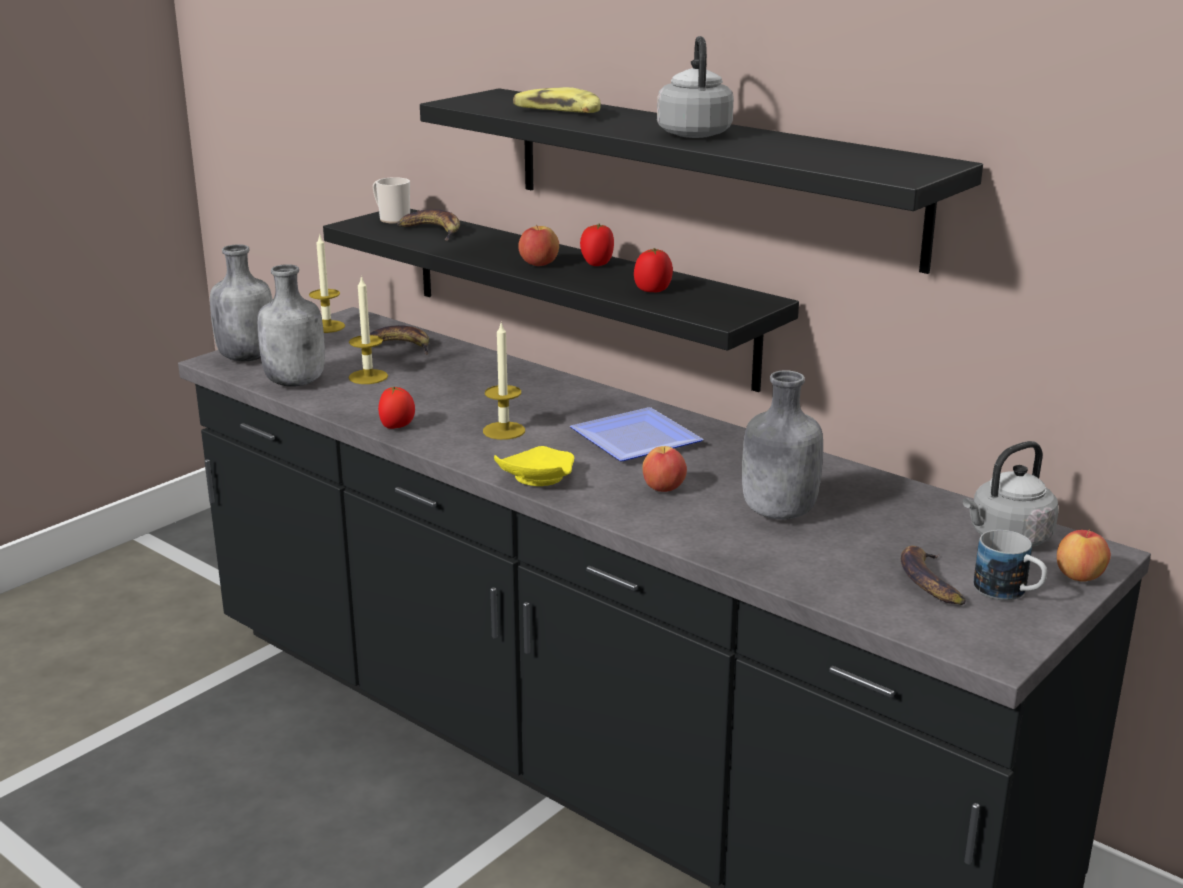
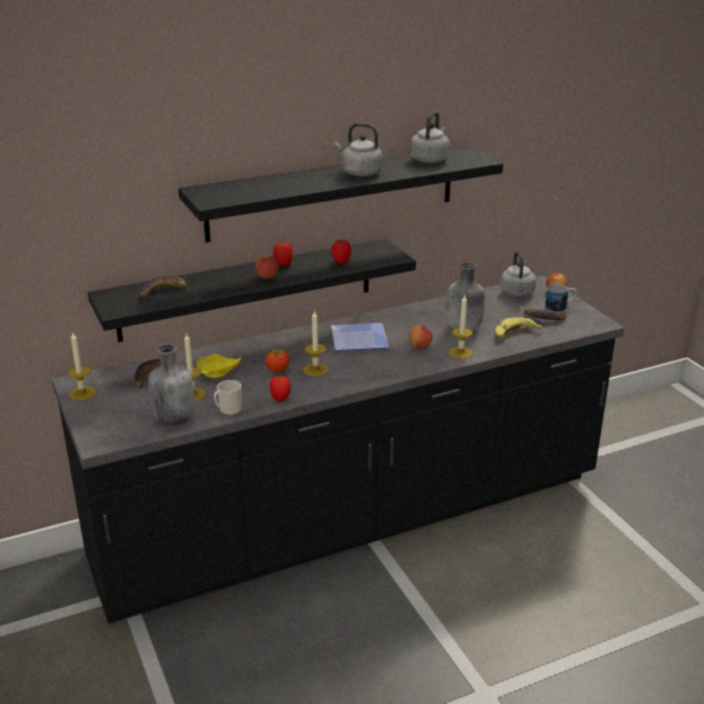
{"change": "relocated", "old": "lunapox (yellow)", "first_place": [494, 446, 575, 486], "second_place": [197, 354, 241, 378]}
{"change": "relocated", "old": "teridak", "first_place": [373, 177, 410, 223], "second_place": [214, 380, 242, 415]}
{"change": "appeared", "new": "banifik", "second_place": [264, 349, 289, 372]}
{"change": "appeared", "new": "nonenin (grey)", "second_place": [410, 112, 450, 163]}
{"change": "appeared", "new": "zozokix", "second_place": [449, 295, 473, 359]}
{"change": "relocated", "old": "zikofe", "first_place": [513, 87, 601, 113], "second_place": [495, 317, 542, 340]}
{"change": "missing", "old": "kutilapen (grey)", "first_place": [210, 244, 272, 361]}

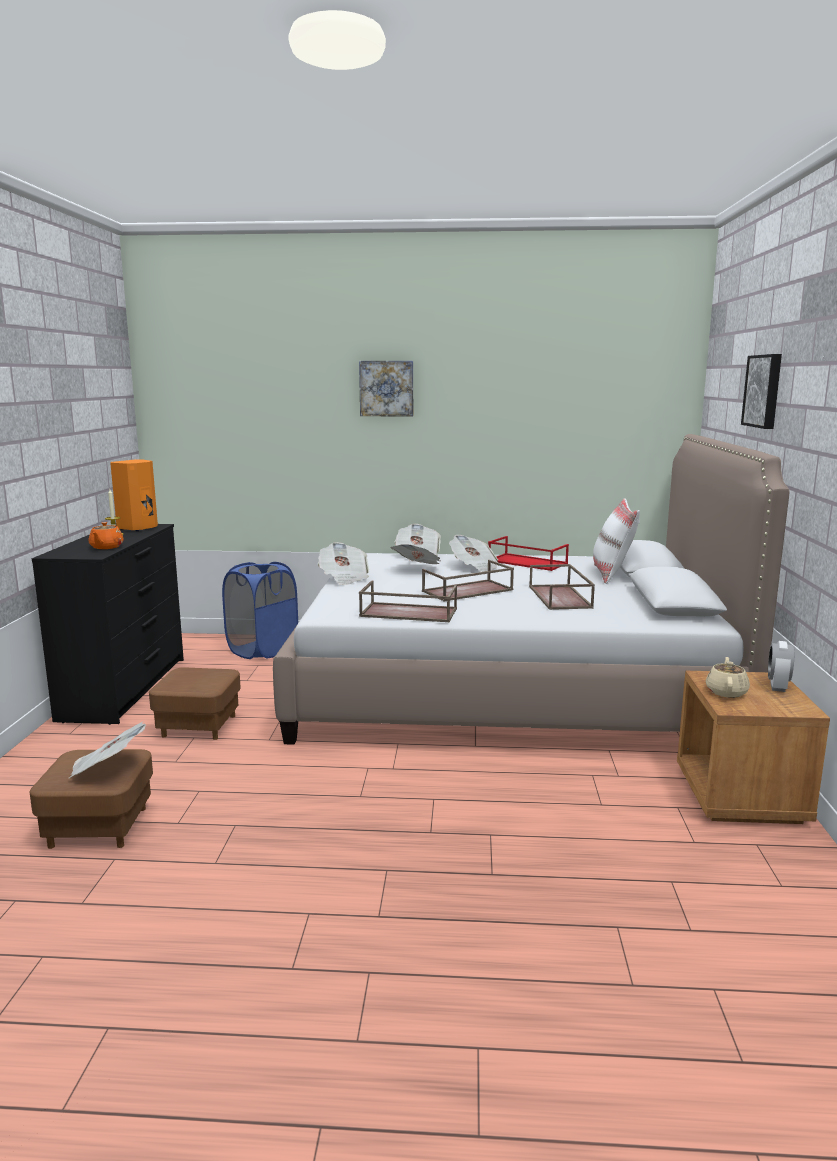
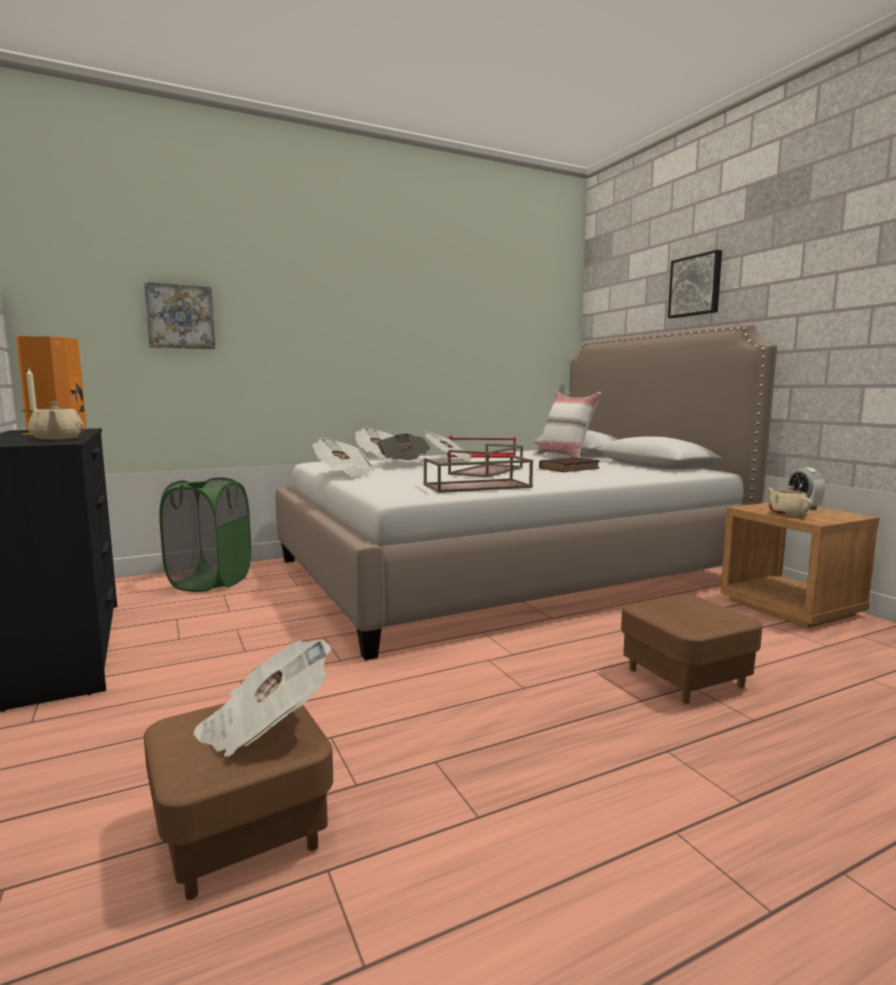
{"change": "colour", "old": "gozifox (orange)", "new": "gozifox (beige)", "first_place": [89, 522, 124, 549], "second_place": [28, 402, 84, 440]}
{"change": "relocated", "old": "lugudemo", "first_place": [359, 361, 413, 416], "second_place": [144, 282, 215, 349]}
{"change": "colour", "old": "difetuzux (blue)", "new": "difetuzux (green)", "first_place": [222, 562, 298, 659], "second_place": [159, 477, 251, 592]}
{"change": "exchanged", "old": "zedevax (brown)", "new": "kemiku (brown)", "first_place": [529, 564, 595, 610], "second_place": [539, 457, 600, 472]}
{"change": "relocated", "old": "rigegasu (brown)", "first_place": [149, 667, 241, 740], "second_place": [621, 594, 762, 704]}

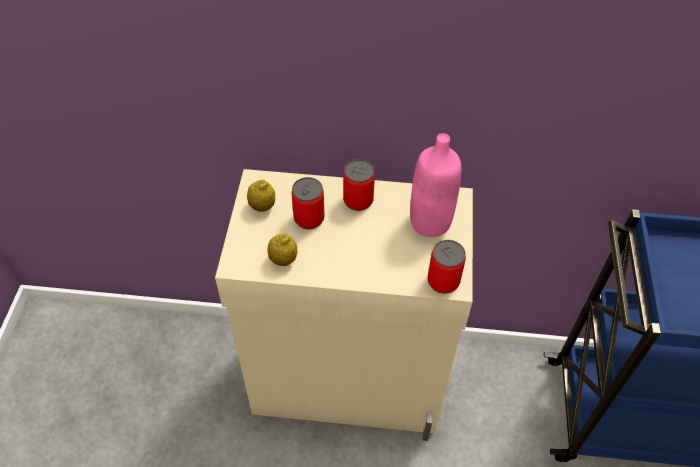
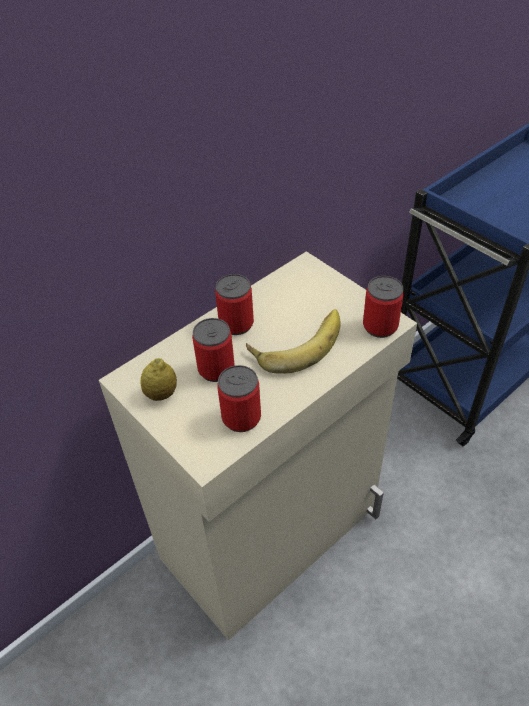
{"change": "exchanged", "old": "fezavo", "new": "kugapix", "first_place": [267, 233, 297, 266], "second_place": [218, 365, 261, 432]}
{"change": "appeared", "new": "zikofe", "second_place": [246, 309, 341, 374]}
{"change": "missing", "old": "kutilapen (pink)", "first_place": [410, 133, 461, 237]}

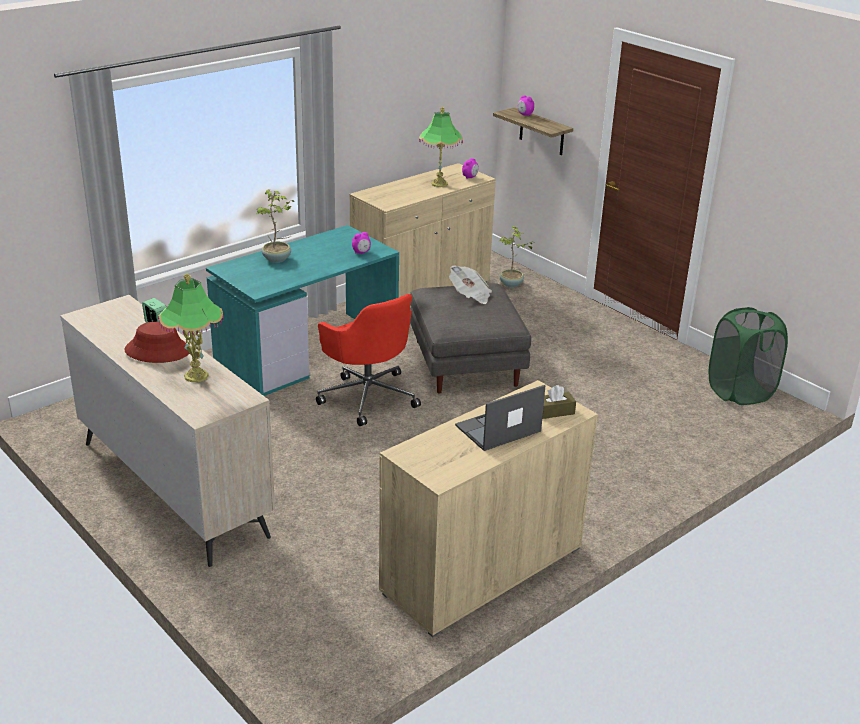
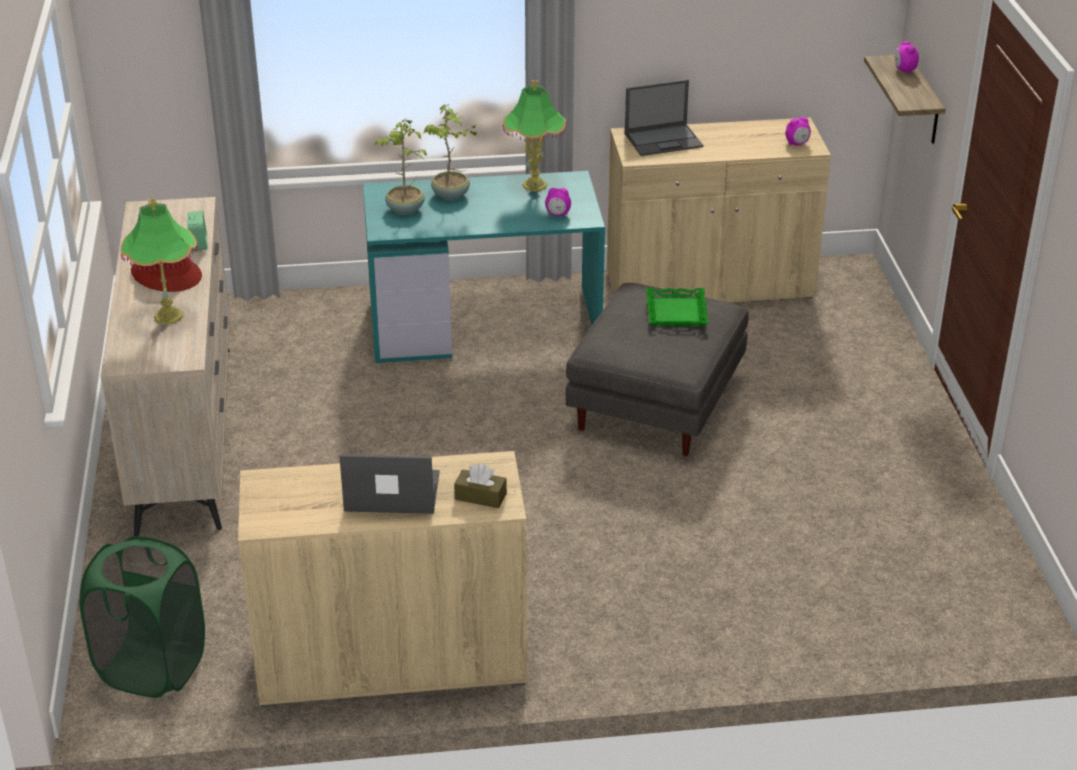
{"change": "relocated", "old": "difetuzux (green)", "first_place": [709, 307, 788, 405], "second_place": [80, 536, 205, 698]}
{"change": "relocated", "old": "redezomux", "first_place": [499, 226, 535, 287], "second_place": [374, 118, 427, 215]}
{"change": "relocated", "old": "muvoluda", "first_place": [419, 107, 463, 187], "second_place": [503, 80, 567, 192]}
{"change": "appeared", "new": "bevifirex", "second_place": [625, 80, 703, 156]}
{"change": "exchanged", "old": "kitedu", "new": "zedevax (green)", "first_place": [449, 265, 492, 304], "second_place": [646, 288, 709, 326]}
{"change": "missing", "old": "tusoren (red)", "first_place": [316, 294, 421, 426]}

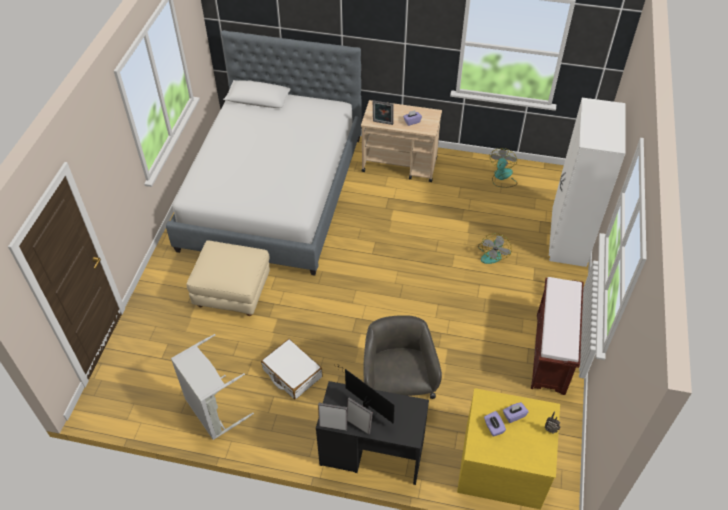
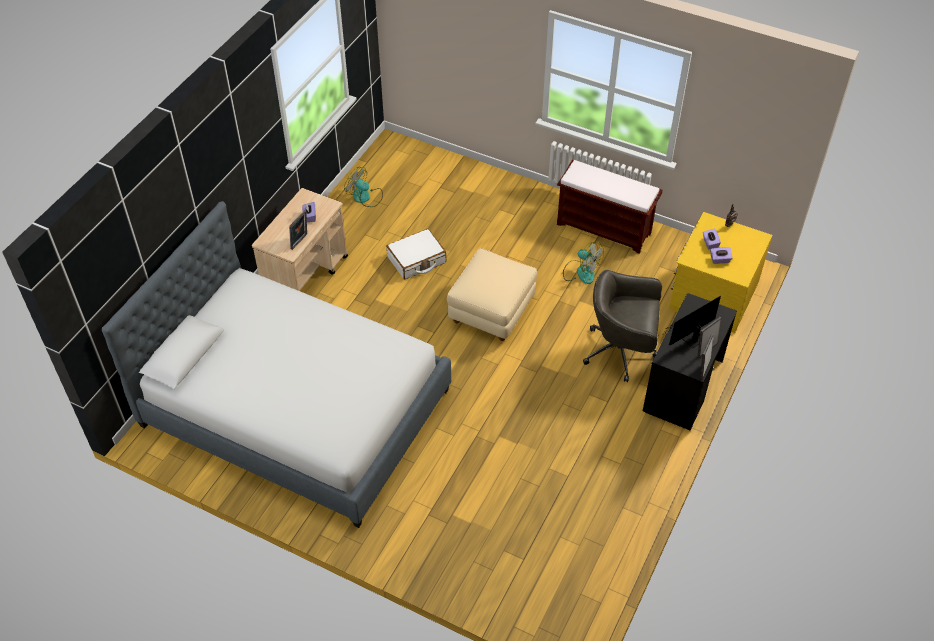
{"change": "relocated", "old": "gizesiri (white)", "first_place": [261, 339, 323, 400], "second_place": [386, 229, 446, 279]}
{"change": "relocated", "old": "rigegasu (beige)", "first_place": [187, 240, 270, 316], "second_place": [447, 248, 538, 341]}
{"change": "relocated", "old": "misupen", "first_place": [478, 233, 512, 264], "second_place": [563, 241, 604, 284]}
{"change": "missing", "old": "difetuzux (grey)", "first_place": [171, 334, 254, 440]}
{"change": "missing", "old": "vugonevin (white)", "first_place": [549, 98, 626, 267]}

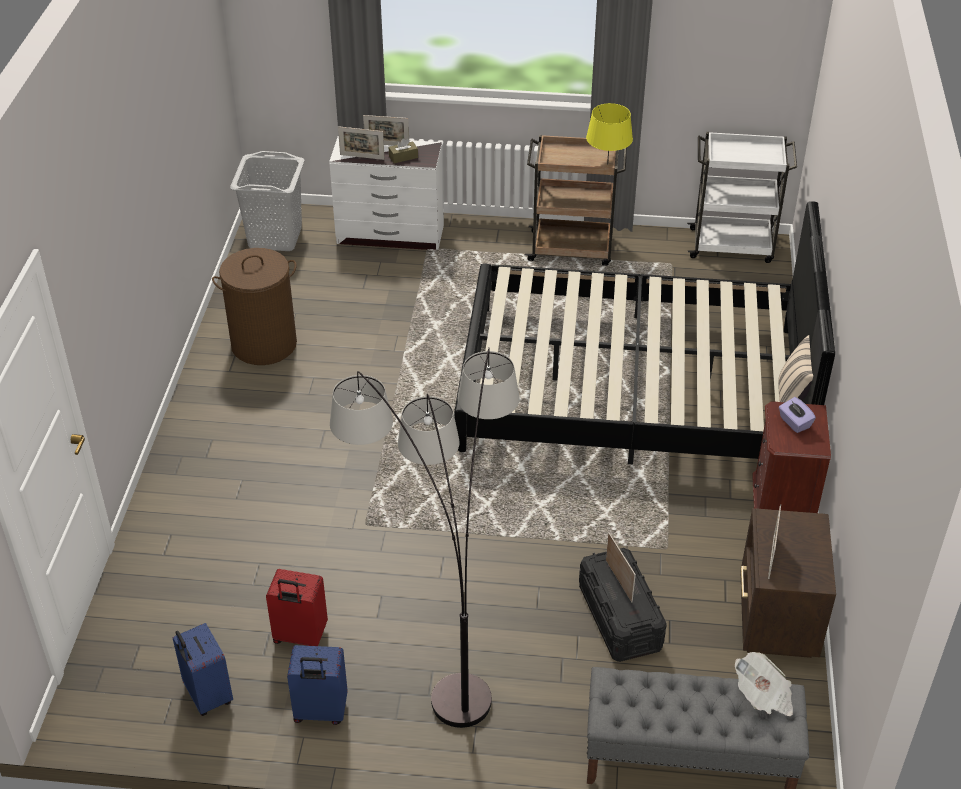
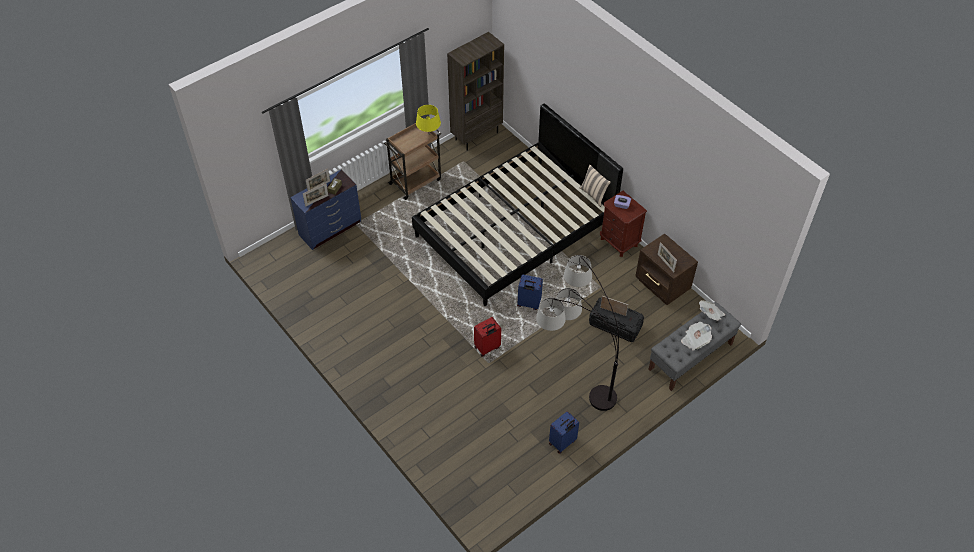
{"change": "colour", "old": "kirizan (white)", "new": "kirizan (blue)", "first_place": [329, 136, 444, 250], "second_place": [290, 169, 361, 250]}
{"change": "exchanged", "old": "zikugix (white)", "new": "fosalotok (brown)", "first_place": [687, 132, 797, 263], "second_place": [447, 32, 504, 151]}
{"change": "relocated", "old": "gizesiri (red)", "first_place": [266, 569, 328, 646], "second_place": [474, 317, 501, 357]}
{"change": "relocated", "old": "gizesiri (blue)", "first_place": [172, 623, 233, 716], "second_place": [517, 275, 543, 310]}
{"change": "appeared", "new": "kitedu", "second_place": [681, 322, 712, 351]}
{"change": "missing", "old": "difetuzux (brown)", "first_place": [212, 248, 297, 365]}
{"change": "missing", "old": "difetuzux (grey)", "first_place": [230, 151, 305, 251]}

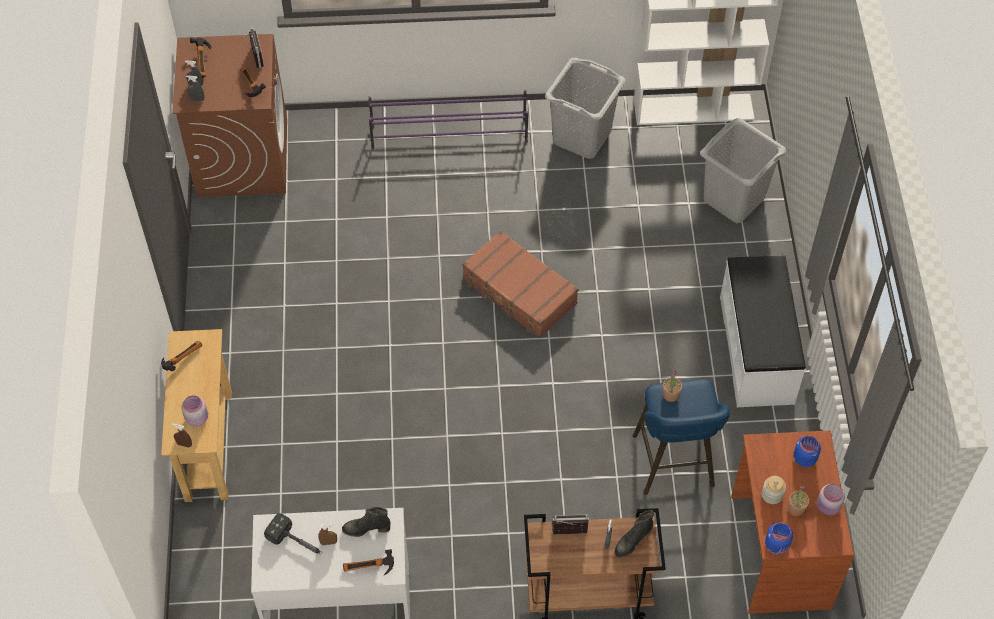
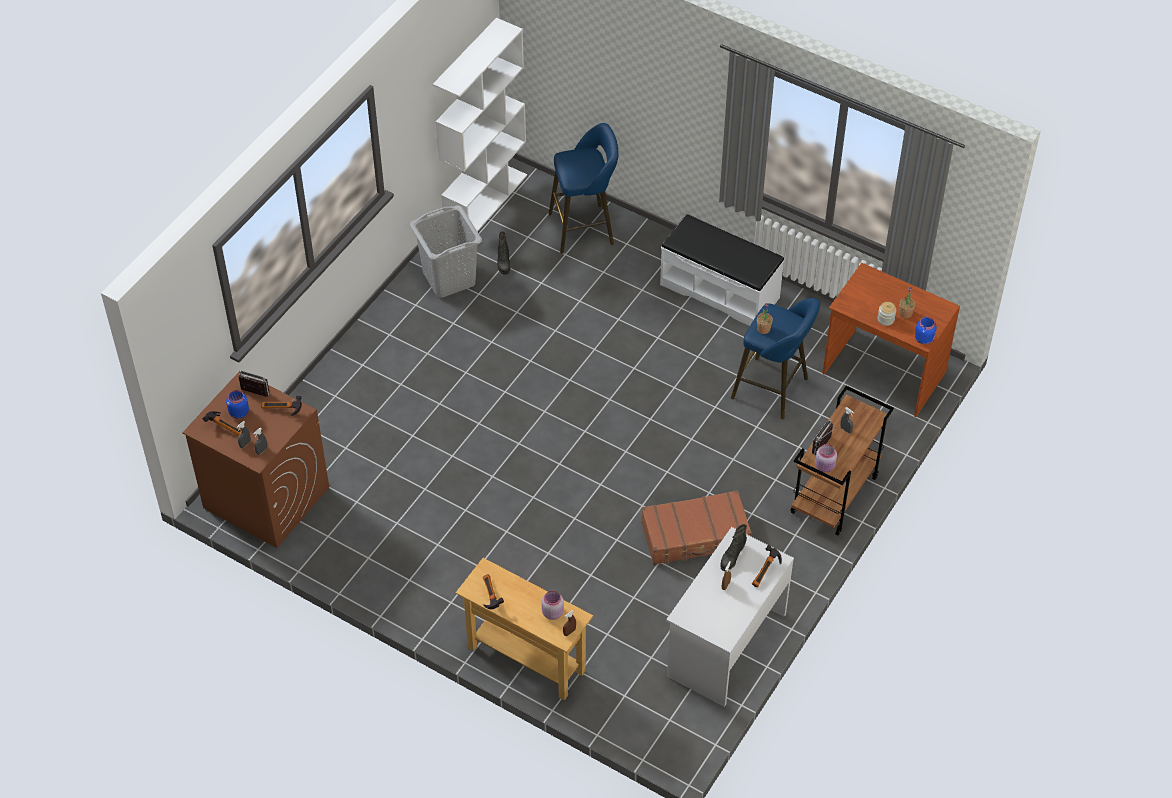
{"change": "relocated", "old": "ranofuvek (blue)", "first_place": [794, 436, 821, 467], "second_place": [226, 390, 249, 419]}
{"change": "relocated", "old": "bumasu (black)", "first_place": [614, 510, 654, 558], "second_place": [497, 231, 510, 275]}
{"change": "exchanged", "old": "difetuzux (grey)", "new": "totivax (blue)", "first_place": [700, 118, 786, 223], "second_place": [549, 123, 619, 254]}
{"change": "relocated", "old": "gizesiri (brown)", "first_place": [462, 230, 579, 338], "second_place": [641, 490, 752, 565]}
{"change": "relocated", "old": "ranofuvek (pink)", "first_place": [817, 484, 845, 516], "second_place": [815, 444, 837, 472]}
{"change": "missing", "old": "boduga", "first_place": [264, 513, 322, 554]}
{"change": "missing", "old": "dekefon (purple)", "first_place": [368, 90, 528, 150]}

